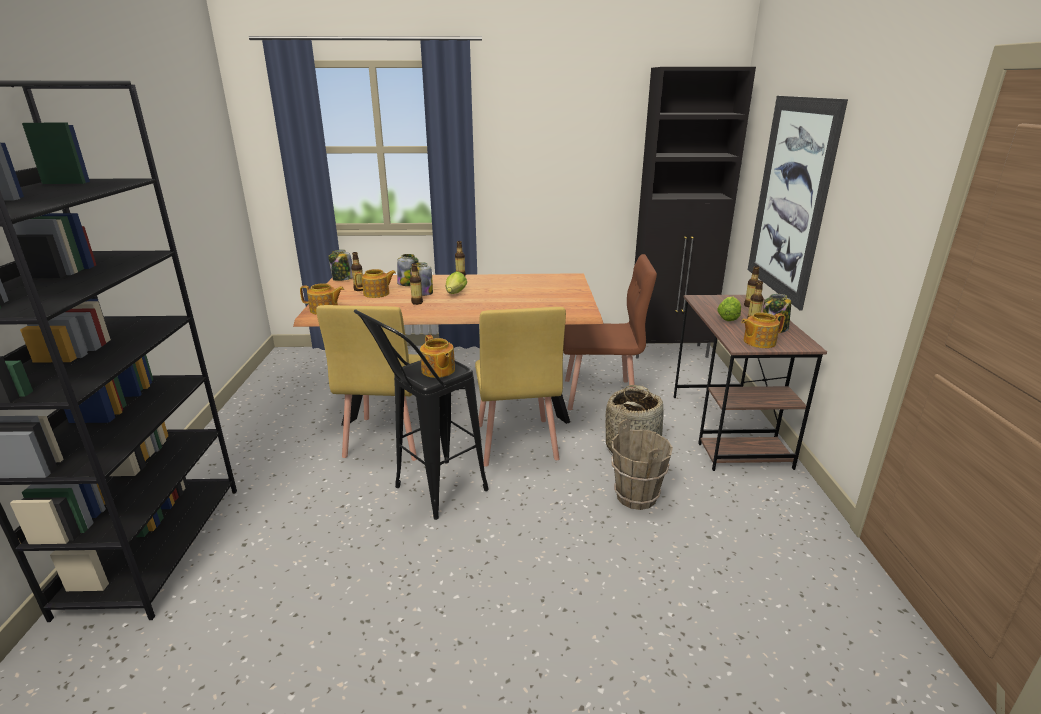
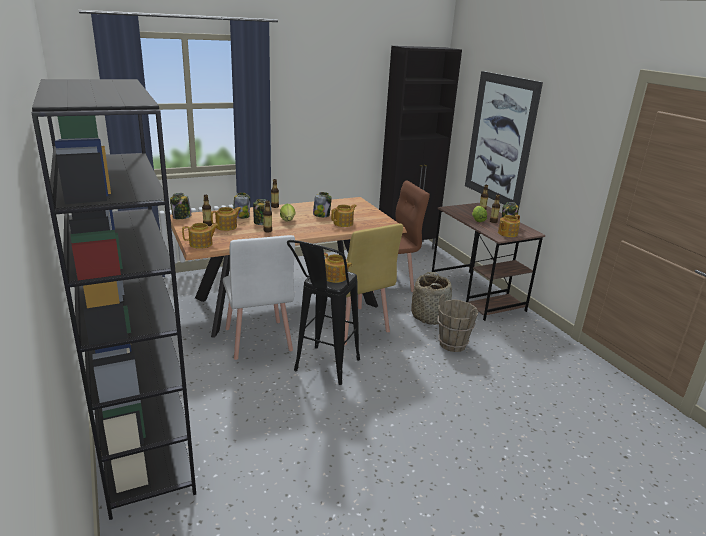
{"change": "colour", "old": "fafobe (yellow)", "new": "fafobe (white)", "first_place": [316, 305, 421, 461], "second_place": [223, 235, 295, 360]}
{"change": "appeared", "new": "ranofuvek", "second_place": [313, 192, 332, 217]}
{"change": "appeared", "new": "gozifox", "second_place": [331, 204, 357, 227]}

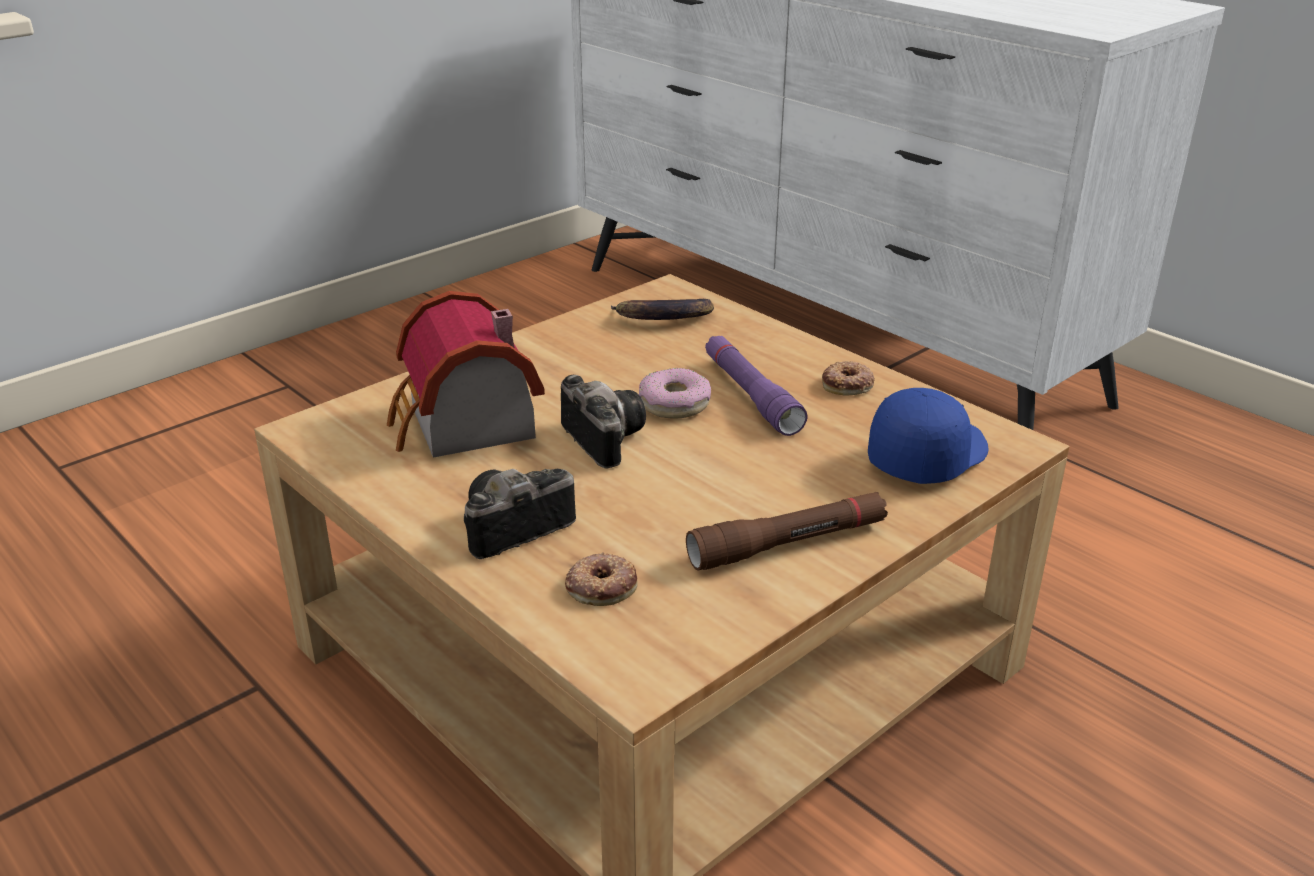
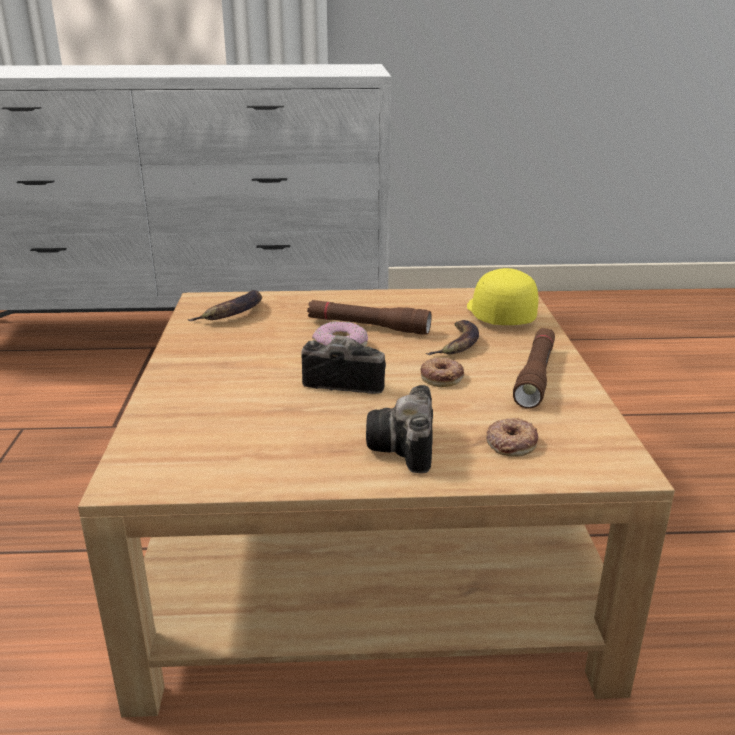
{"change": "colour", "old": "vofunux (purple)", "new": "vofunux (brown)", "first_place": [705, 336, 808, 436], "second_place": [307, 300, 432, 335]}
{"change": "relocated", "old": "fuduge", "first_place": [822, 361, 875, 395], "second_place": [420, 358, 464, 387]}
{"change": "appeared", "new": "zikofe", "second_place": [426, 320, 479, 355]}
{"change": "colour", "old": "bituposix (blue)", "new": "bituposix (yellow)", "first_place": [868, 388, 989, 484], "second_place": [467, 268, 539, 325]}
{"change": "missing", "old": "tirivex", "first_place": [387, 291, 545, 458]}

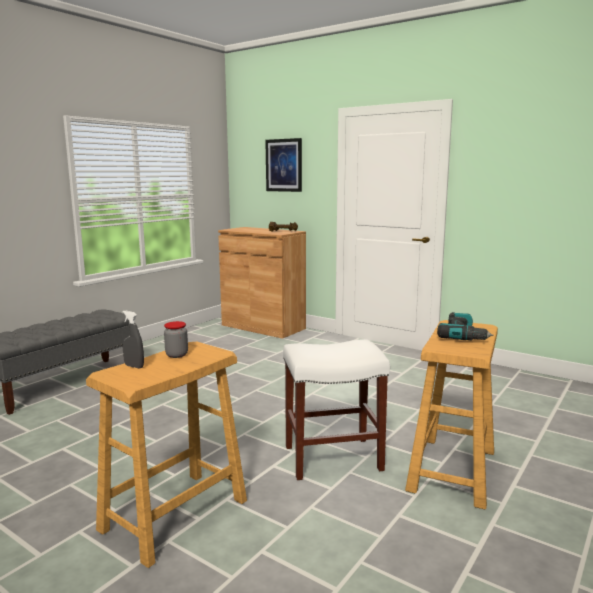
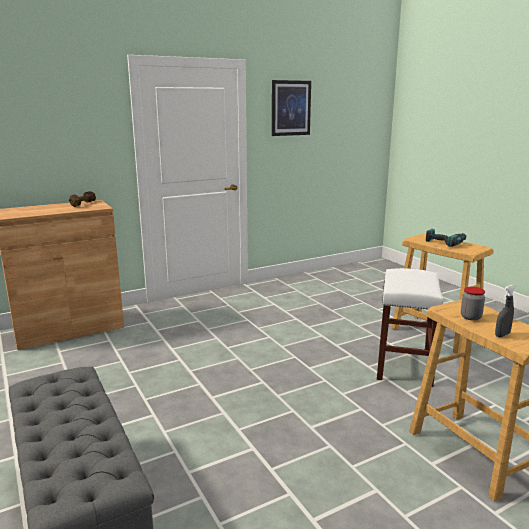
{"change": "relocated", "old": "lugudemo", "first_place": [265, 138, 302, 192], "second_place": [272, 80, 311, 136]}

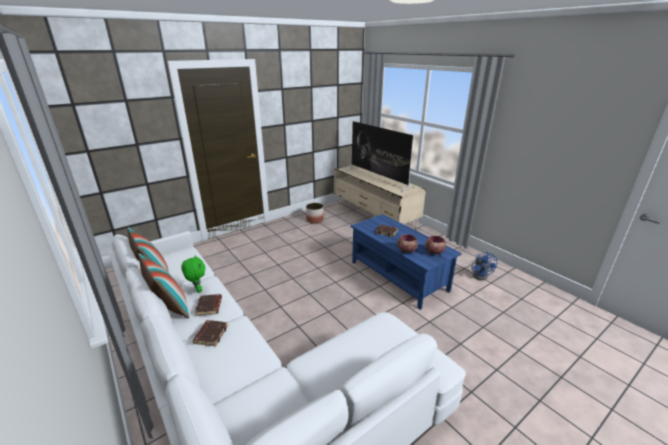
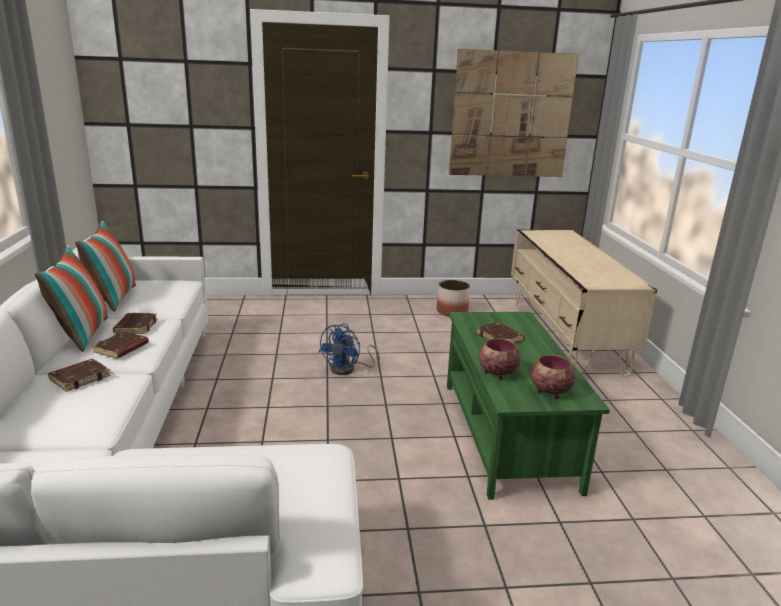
{"change": "exchanged", "old": "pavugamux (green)", "new": "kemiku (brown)", "first_place": [181, 255, 205, 293], "second_place": [113, 313, 158, 334]}
{"change": "relocated", "old": "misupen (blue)", "first_place": [471, 251, 498, 280], "second_place": [319, 323, 380, 375]}
{"change": "colour", "old": "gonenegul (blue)", "new": "gonenegul (green)", "first_place": [351, 214, 461, 310], "second_place": [447, 312, 610, 500]}
{"change": "appeared", "new": "lugudemo", "second_place": [449, 49, 579, 177]}
{"change": "missing", "old": "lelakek", "first_place": [346, 121, 414, 192]}

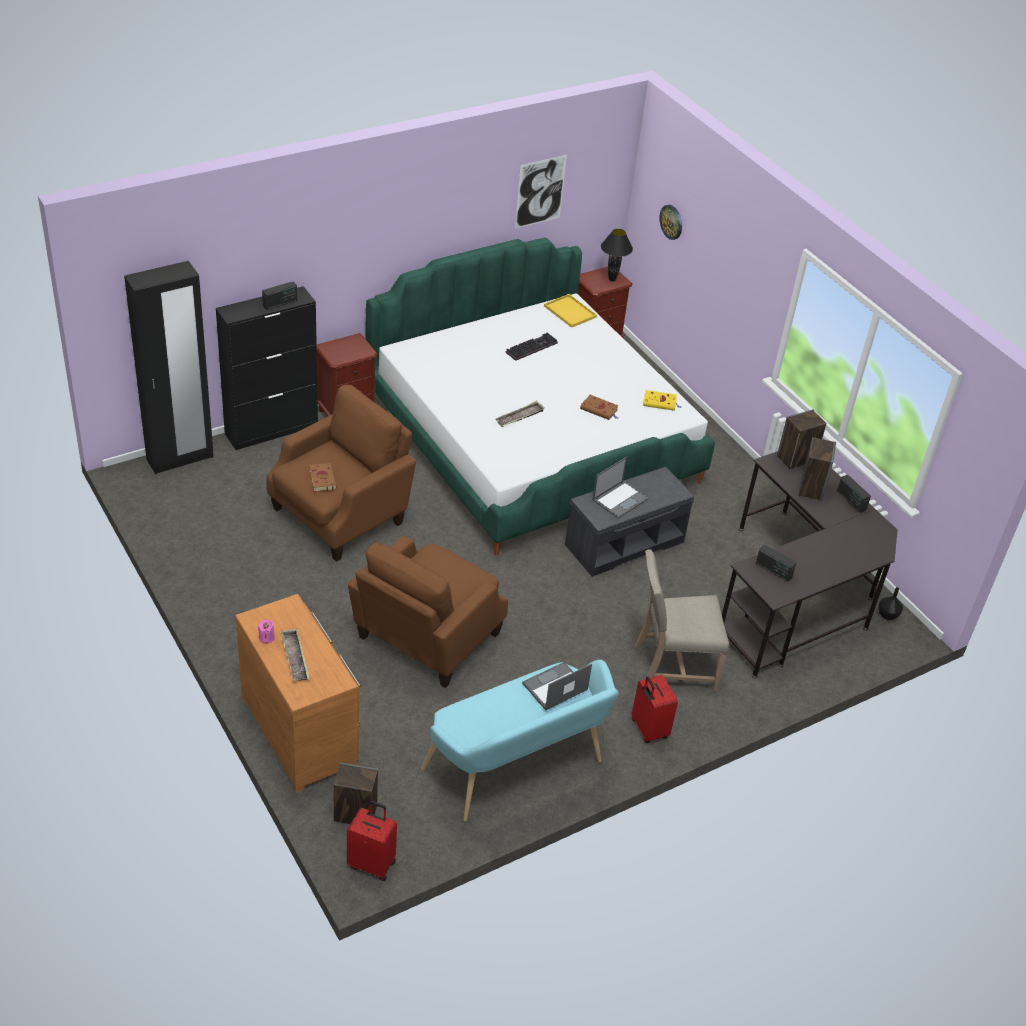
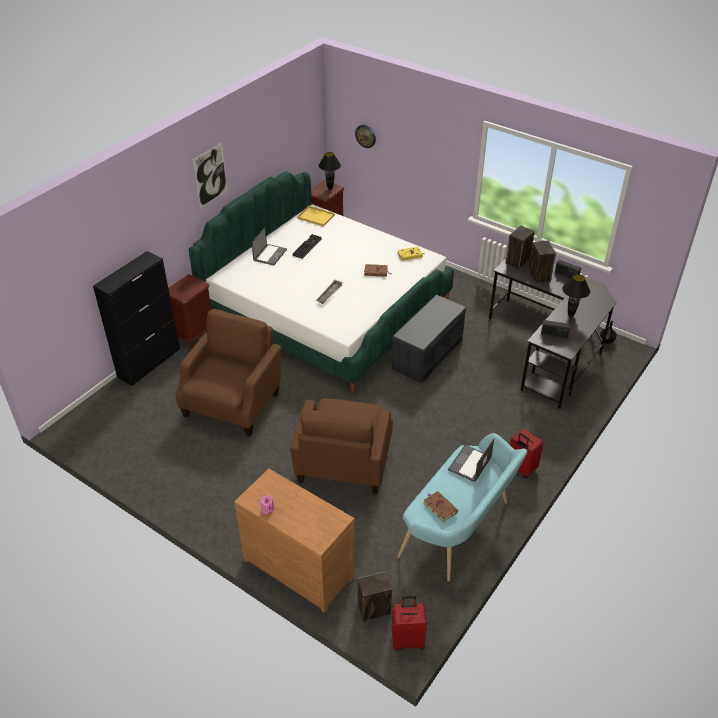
{"change": "relocated", "old": "lugudemo", "first_place": [515, 155, 567, 229], "second_place": [193, 143, 228, 208]}
{"change": "relocated", "old": "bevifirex", "first_place": [592, 457, 649, 519], "second_place": [252, 227, 287, 265]}
{"change": "relocated", "old": "kemiku (brown)", "first_place": [309, 463, 337, 492], "second_place": [424, 491, 458, 522]}
{"change": "appeared", "new": "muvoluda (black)", "second_place": [562, 274, 590, 317]}
{"change": "missing", "old": "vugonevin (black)", "first_place": [124, 261, 213, 474]}
{"change": "missing", "old": "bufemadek", "first_place": [262, 281, 297, 310]}
{"change": "missing", "old": "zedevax", "first_place": [281, 629, 309, 681]}
{"change": "missing", "old": "fafobe (beige)", "first_place": [635, 549, 730, 691]}

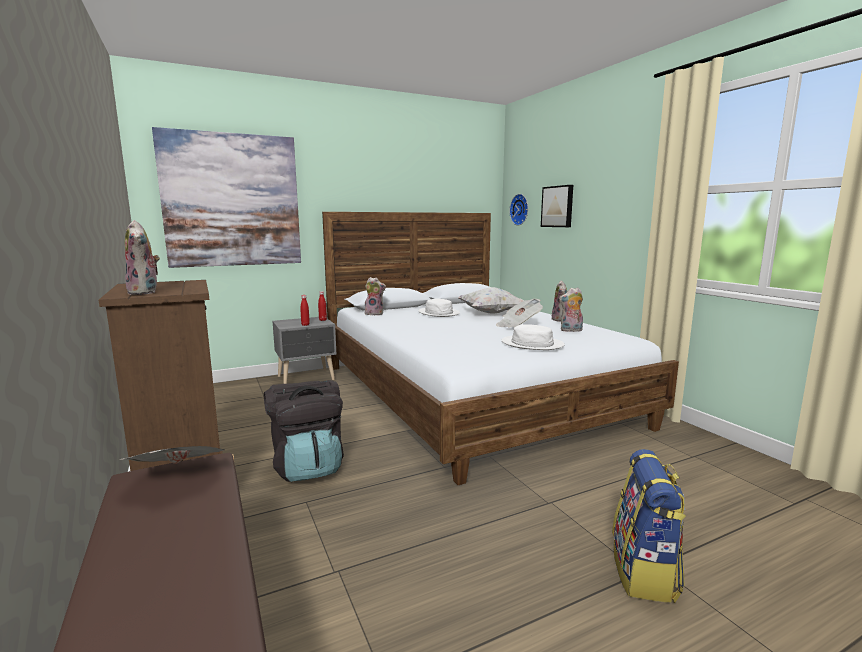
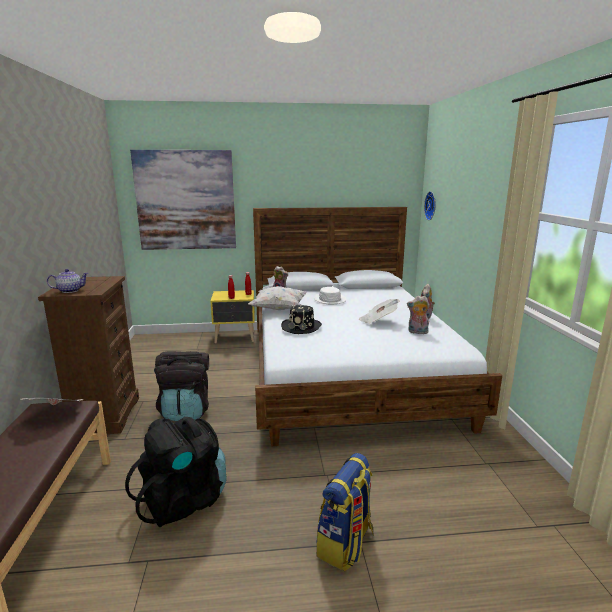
{"change": "exchanged", "old": "pavugamux", "new": "gozifox", "first_place": [125, 220, 160, 295], "second_place": [47, 269, 88, 293]}
{"change": "appeared", "new": "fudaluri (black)", "second_place": [125, 417, 226, 527]}
{"change": "colour", "old": "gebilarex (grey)", "new": "gebilarex (yellow)", "first_place": [273, 317, 337, 384], "second_place": [211, 290, 255, 343]}
{"change": "relocated", "old": "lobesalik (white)", "first_place": [458, 287, 525, 314], "second_place": [248, 286, 307, 310]}
{"change": "appeared", "new": "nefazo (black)", "second_place": [281, 305, 322, 334]}
{"change": "missing", "old": "nefazo (white)", "first_place": [502, 324, 565, 350]}
{"change": "missing", "old": "lugudemo", "first_place": [541, 185, 573, 227]}

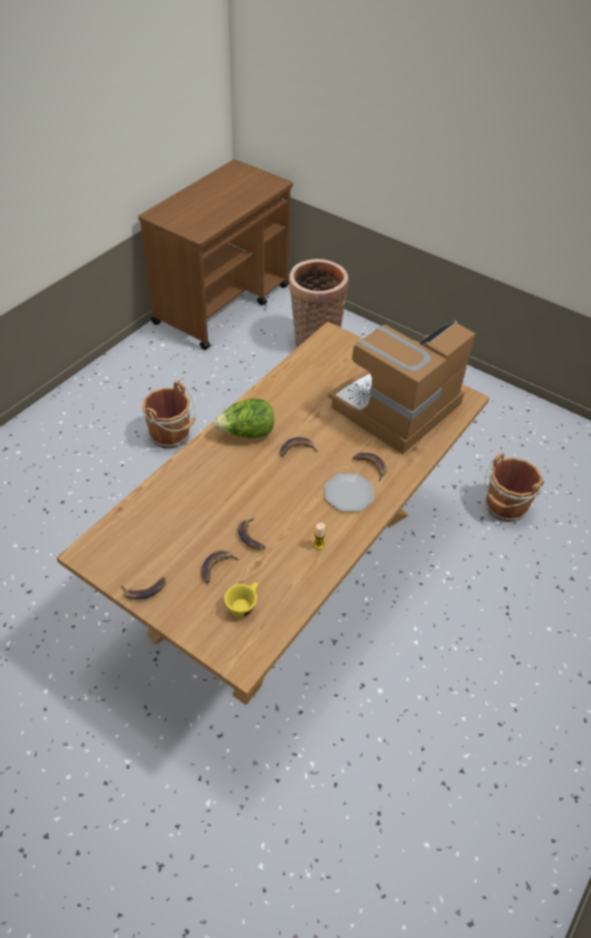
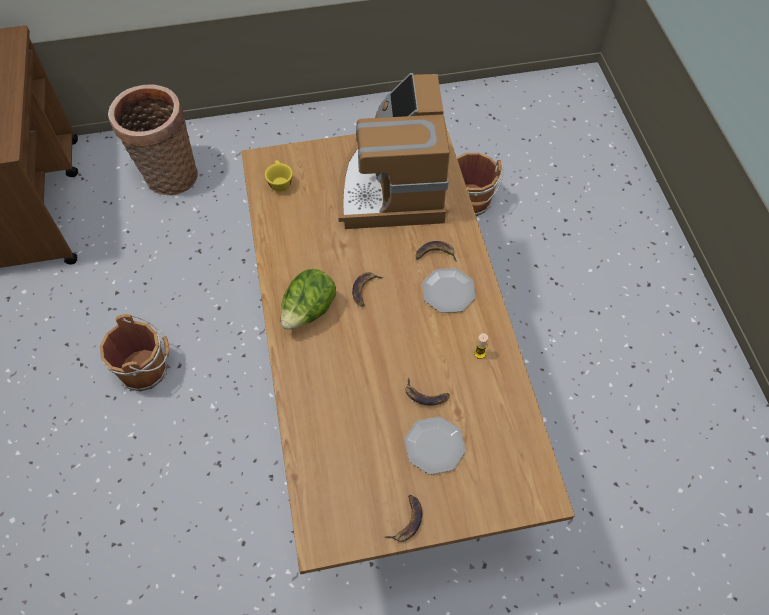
{"change": "relocated", "old": "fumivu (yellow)", "first_place": [224, 582, 258, 618], "second_place": [265, 160, 293, 192]}
{"change": "exchanged", "old": "zikofe", "new": "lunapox", "first_place": [201, 550, 240, 583], "second_place": [404, 417, 466, 475]}

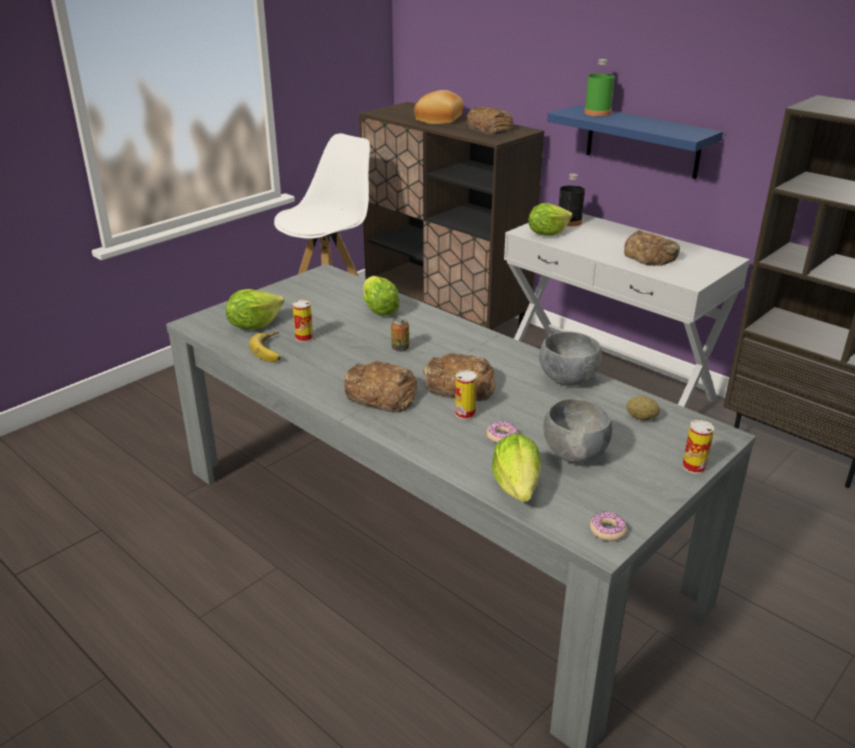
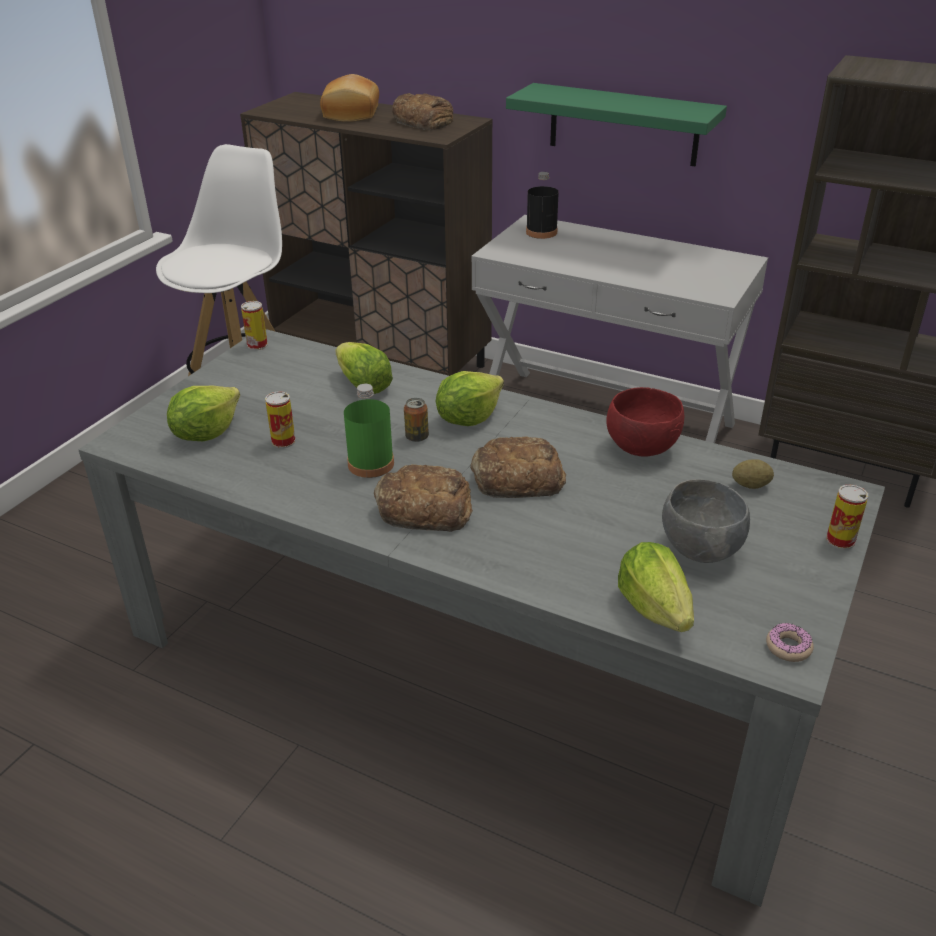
{"change": "relocated", "old": "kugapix", "first_place": [455, 370, 477, 420], "second_place": [241, 301, 268, 350]}
{"change": "relocated", "old": "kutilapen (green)", "first_place": [584, 59, 615, 116], "second_place": [344, 384, 394, 478]}
{"change": "relocated", "old": "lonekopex", "first_place": [528, 203, 573, 236], "second_place": [436, 371, 504, 426]}
{"change": "colour", "old": "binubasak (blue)", "new": "binubasak (green)", "first_place": [547, 105, 723, 179], "second_place": [506, 83, 727, 166]}
{"change": "colour", "old": "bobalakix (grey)", "new": "bobalakix (red)", "first_place": [539, 331, 602, 386], "second_place": [606, 387, 684, 457]}
{"change": "missing", "old": "zikofe", "first_place": [249, 332, 281, 362]}
{"change": "missing", "old": "fuduge", "first_place": [486, 421, 518, 444]}
{"change": "missing", "old": "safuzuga", "first_place": [624, 230, 680, 266]}

